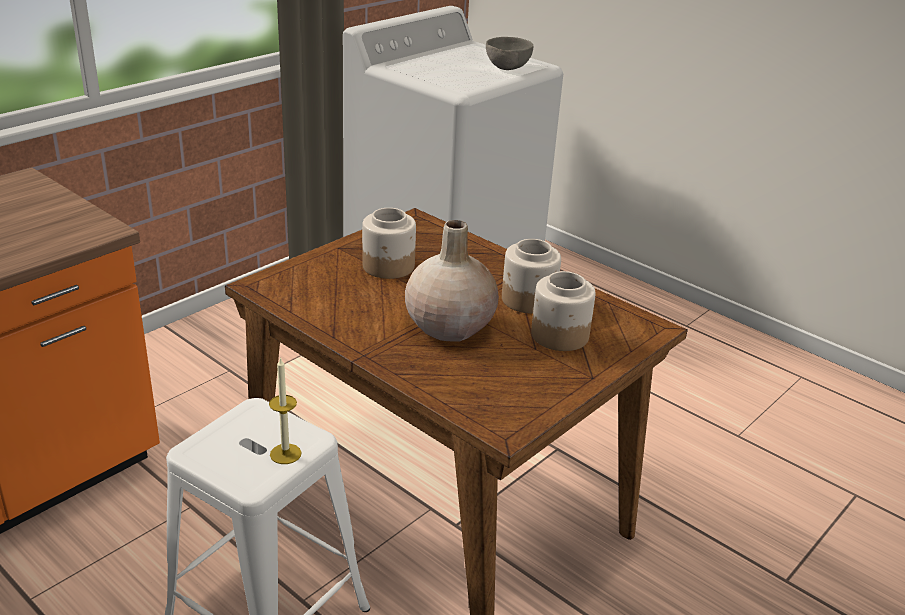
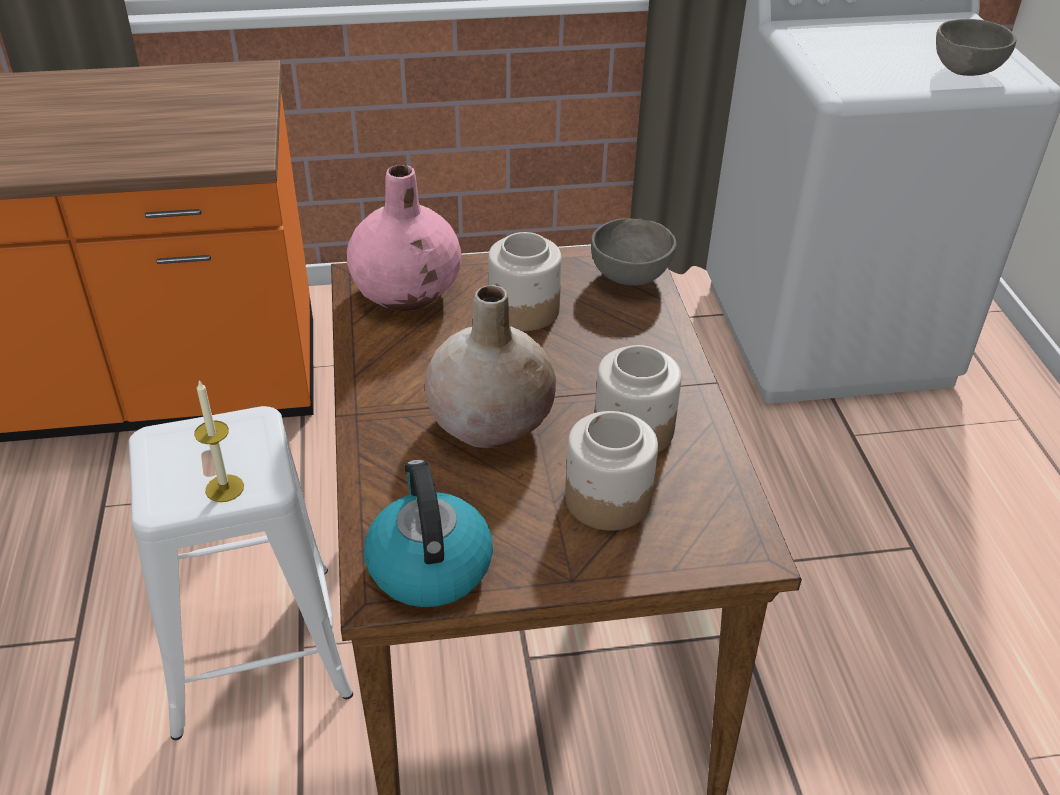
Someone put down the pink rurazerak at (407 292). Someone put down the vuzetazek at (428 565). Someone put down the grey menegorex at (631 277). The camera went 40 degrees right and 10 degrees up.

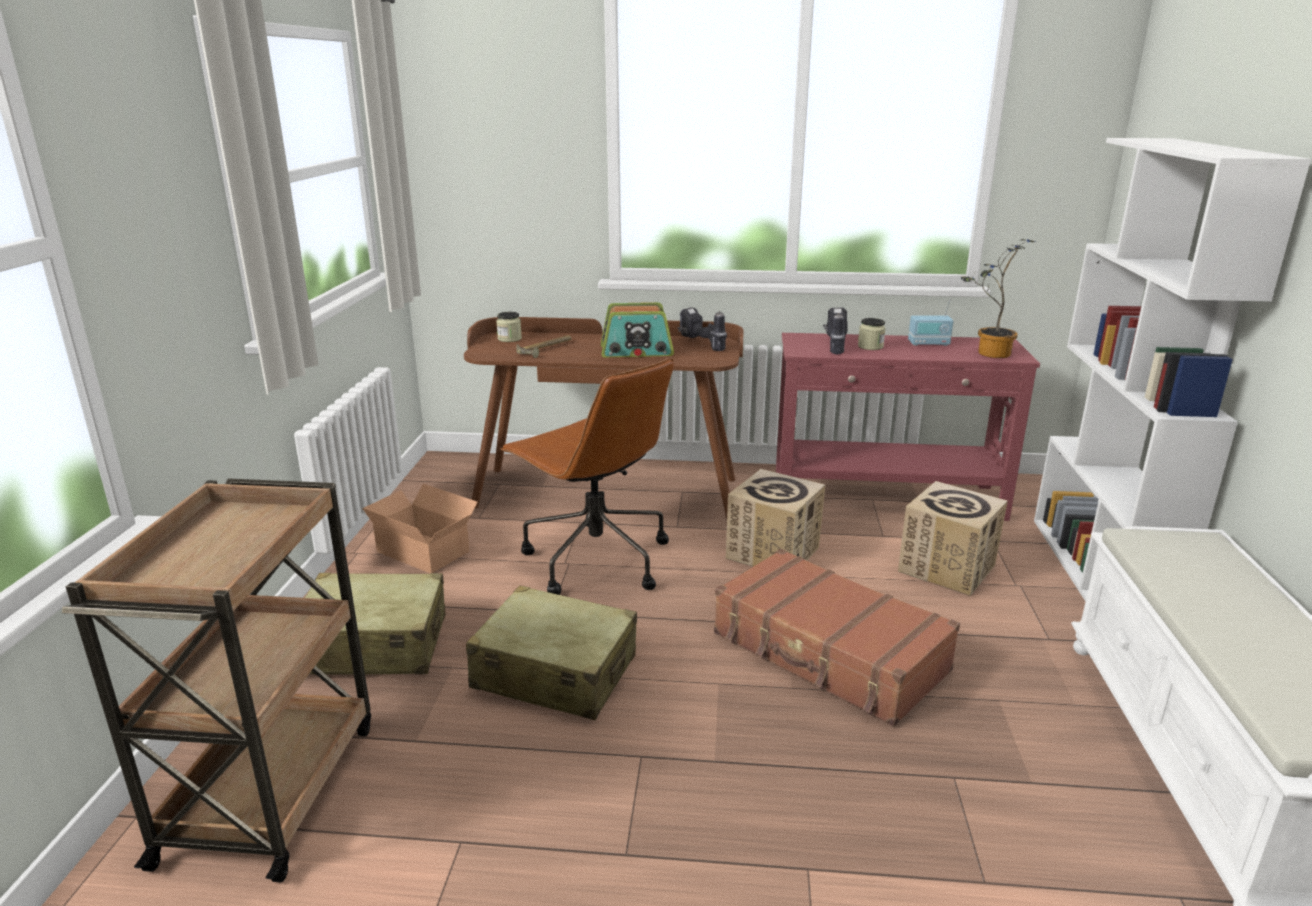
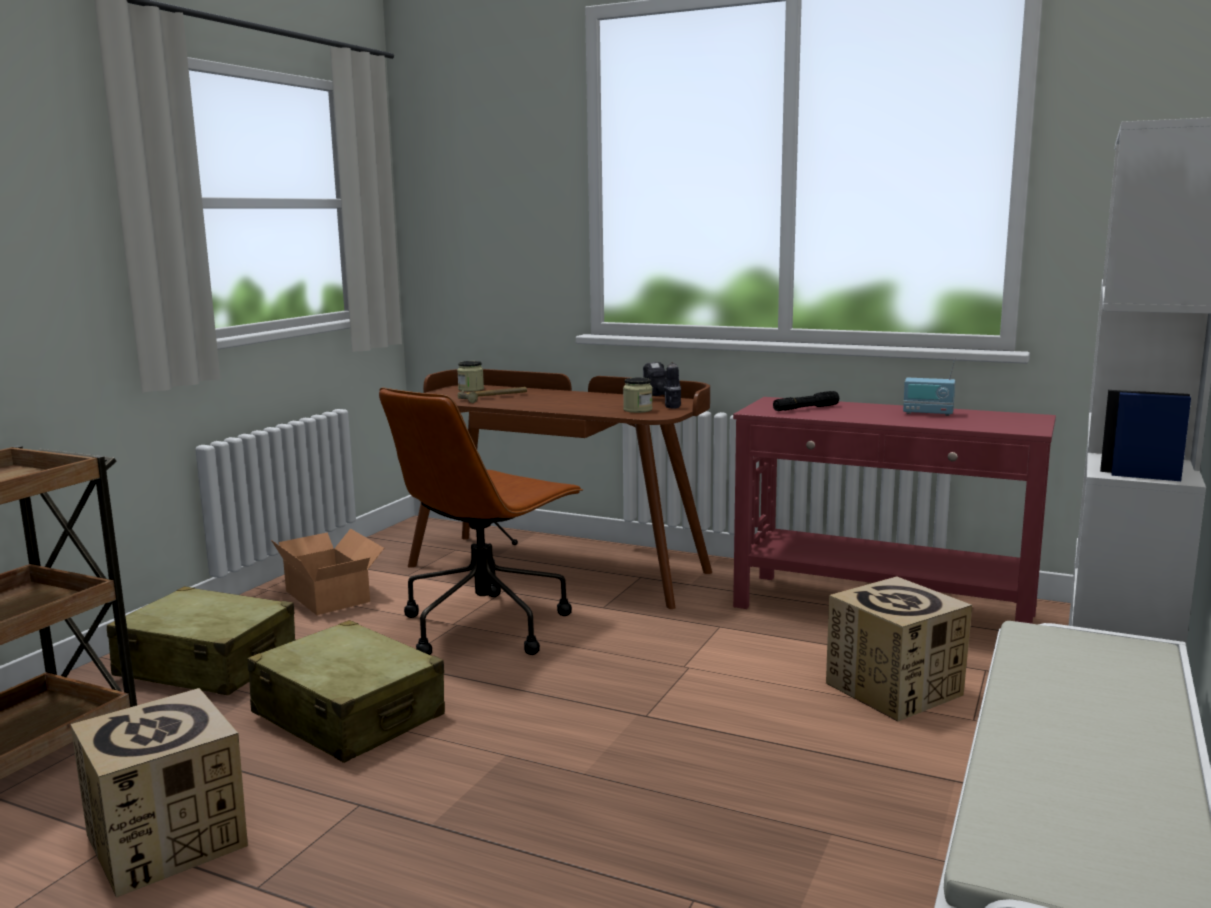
Someone carried the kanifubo from (773 552) to (167 840). Someone rotated the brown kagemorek at (595 560) by 60 degrees clockwise. Someone carried the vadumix from (870 346) to (637 410). Someone swapped the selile at (833 345) for the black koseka at (805 409). Someone took away the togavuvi at (636 351). Someone took away the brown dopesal at (828 653). Someone took away the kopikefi at (989 353). The camera went 20 degrees right and 10 degrees down.

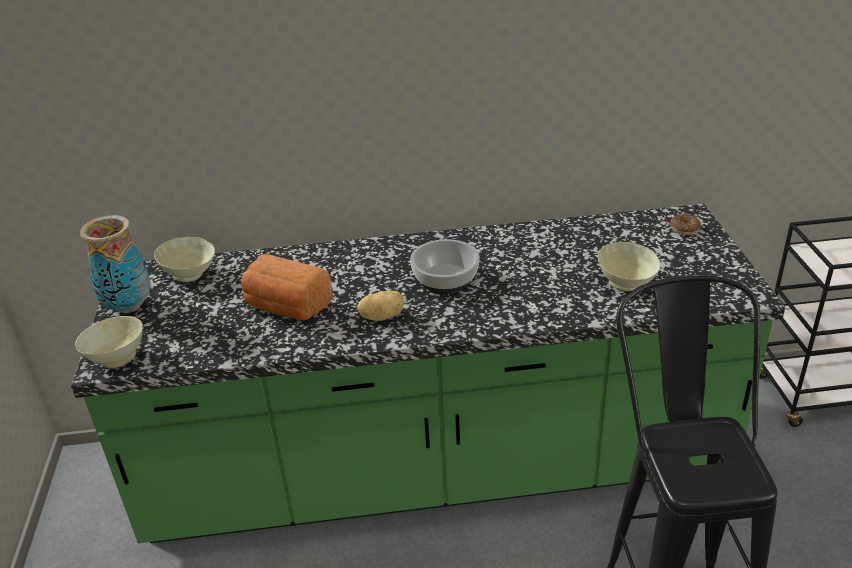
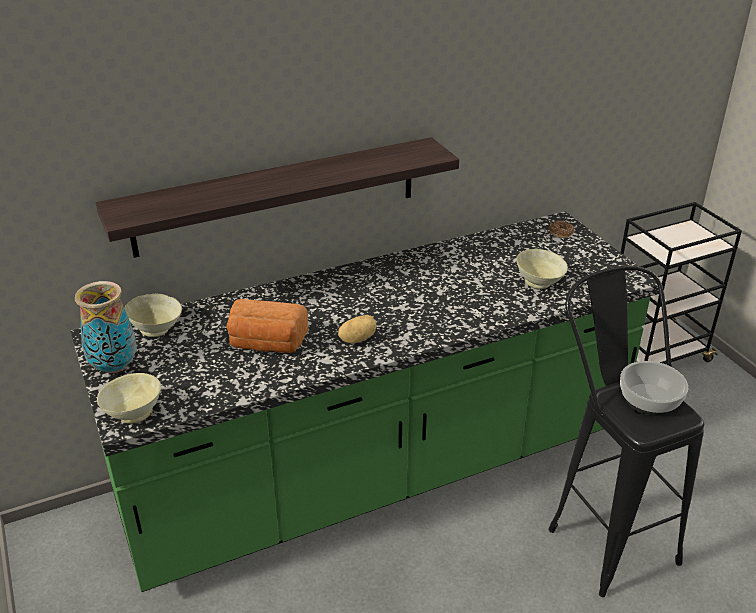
Someone put up the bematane at (277 196). Someone carried the menegorex from (445 278) to (649 399). The camera went 20 degrees left and 0 degrees up.

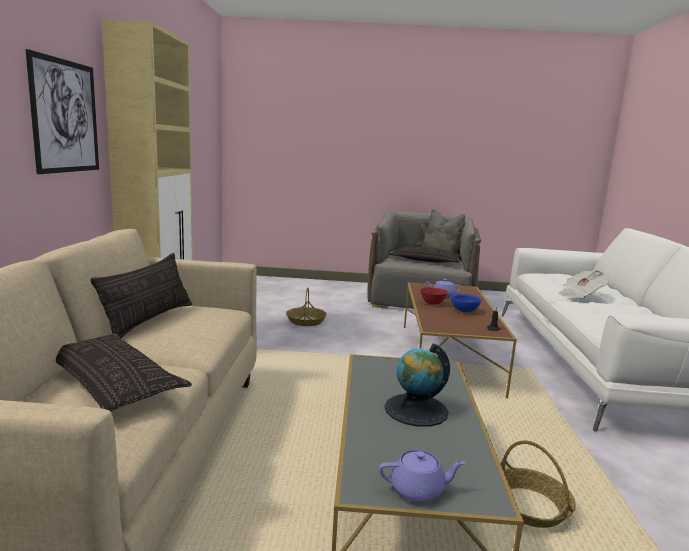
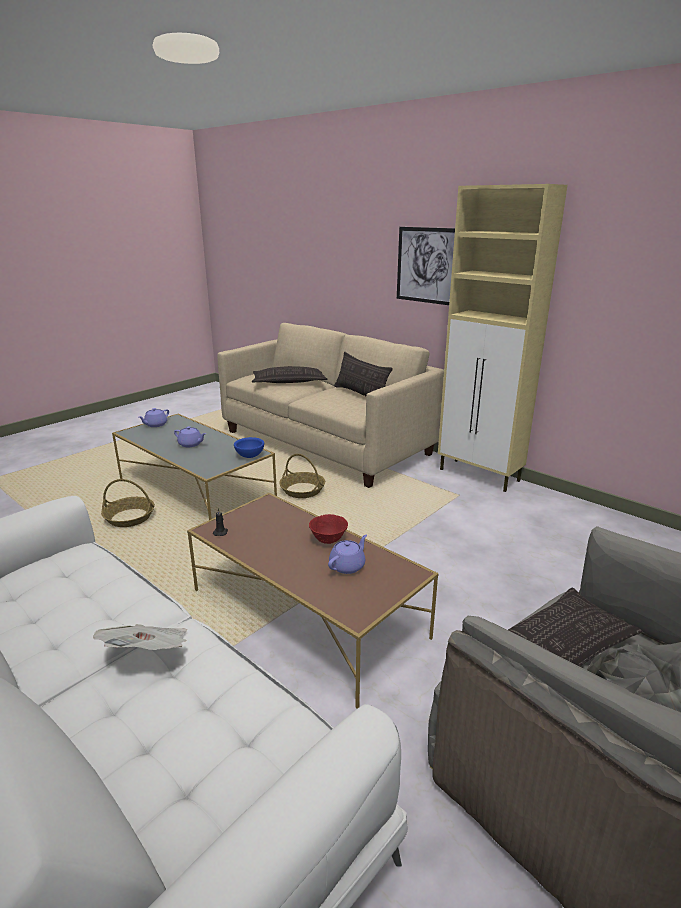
Someone swapped the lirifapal at (416 410) for the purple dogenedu at (191 444). Someone carried the blue menegorex from (464 311) to (250 456). Someone carried the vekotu from (306 321) to (302 490). The camera went 130 degrees right and 10 degrees up.

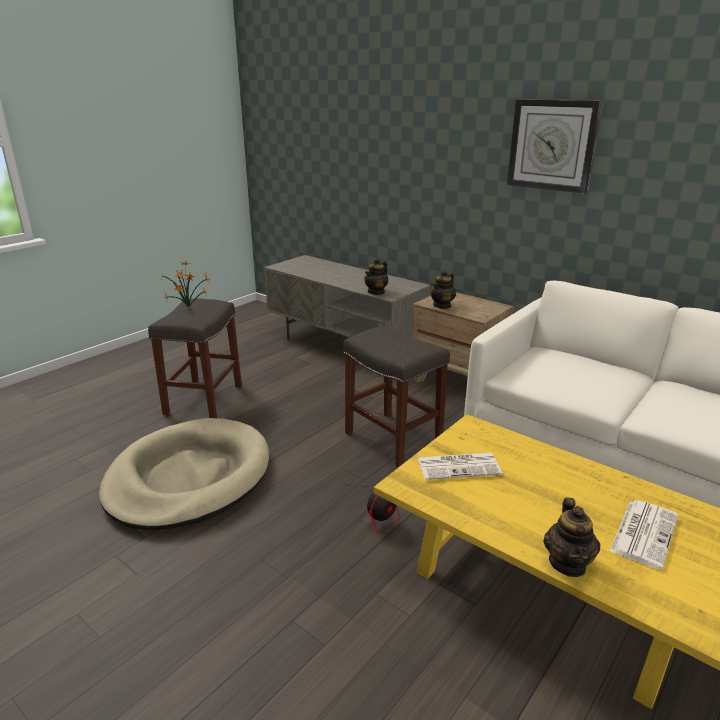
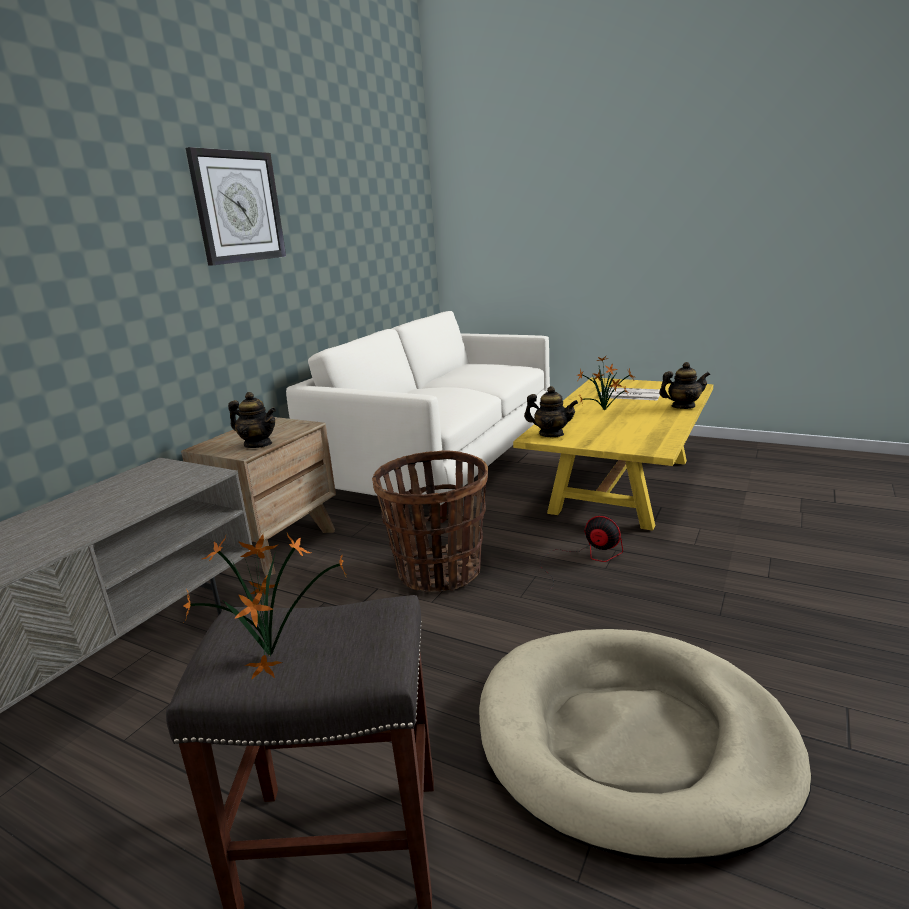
Someone swapped the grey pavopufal at (391 438) for the vekotu at (438 571). Someone carried the dogenedu from (376 292) to (551 434). Someone put down the kopikefi at (606 410). Someone took away the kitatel at (459 466). The camera went 100 degrees left and 5 degrees down.

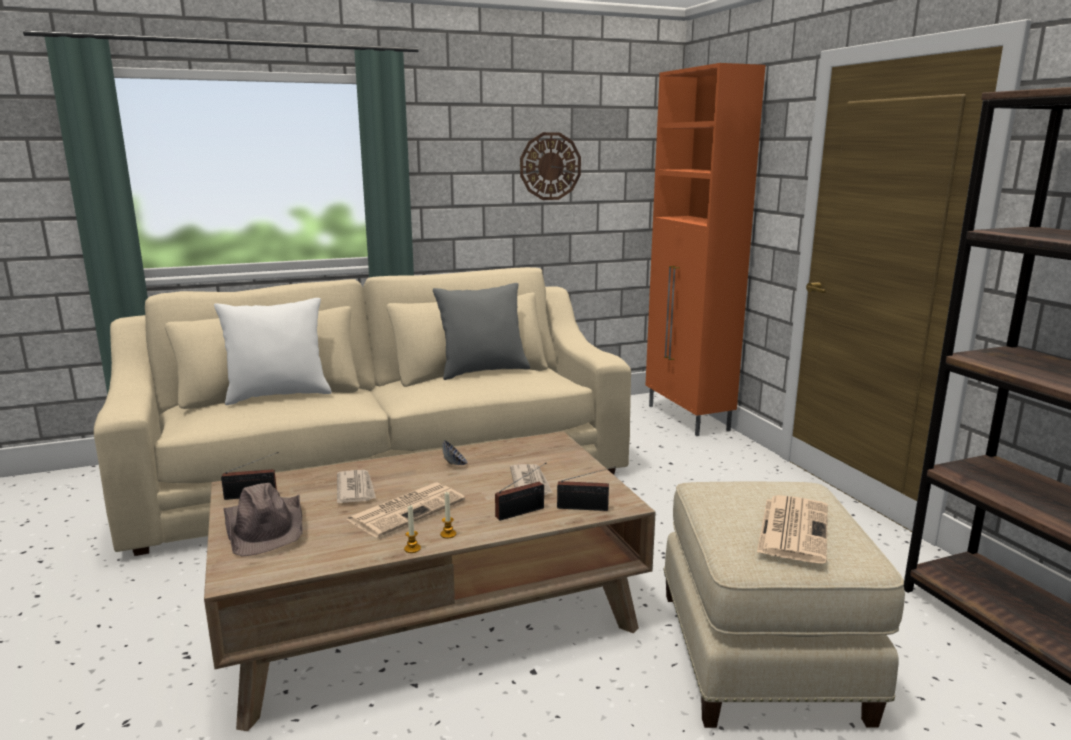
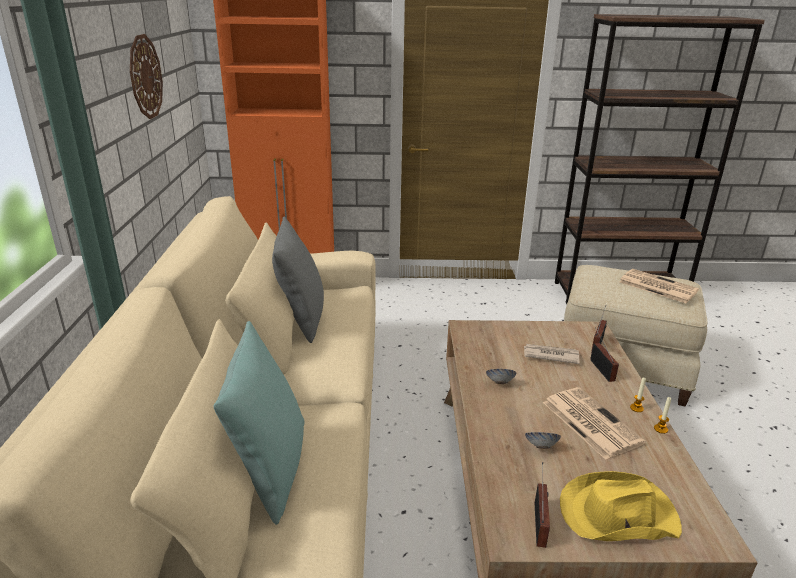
Someone repainted the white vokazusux at (278 395), which became the turquoise vokazusux at (270 469). Someone swapped the kitatel at (356 489) for the menegorex at (541 446). Someone repainted the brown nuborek at (266 526), which became the yellow nuborek at (616 514). The camera went 70 degrees left and 10 degrees up.

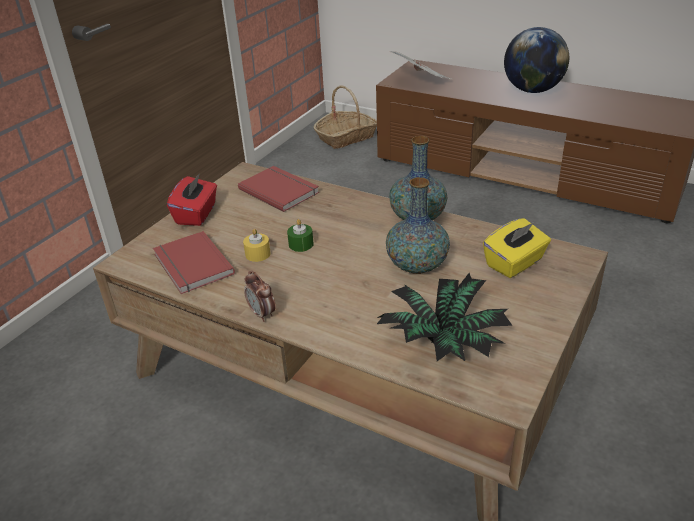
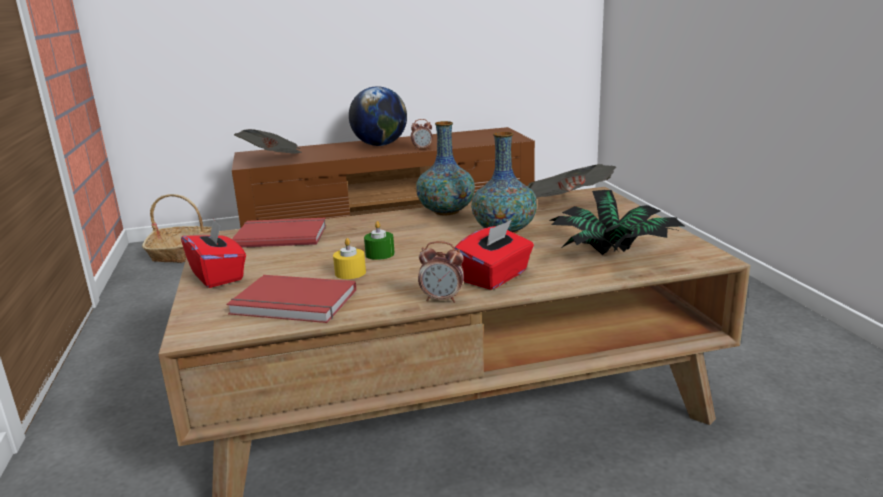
Someone put down the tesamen at (422 149). Someone put down the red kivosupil at (495 277). Someone swapped the yellow kivosupil at (515 263) for the kitatel at (566 207). The camera went 45 degrees left and 15 degrees down.

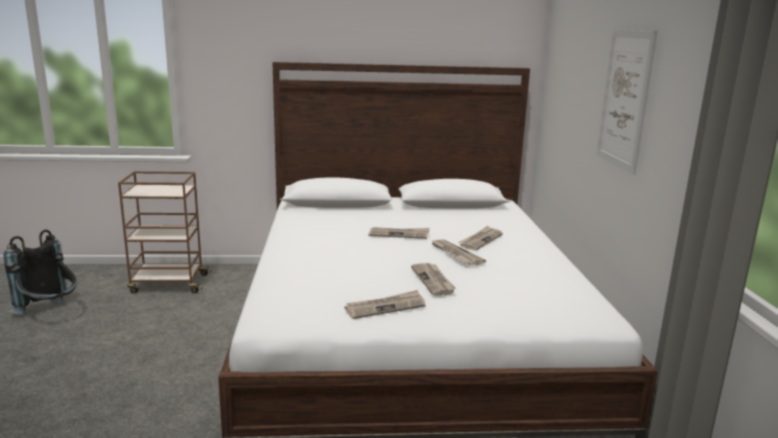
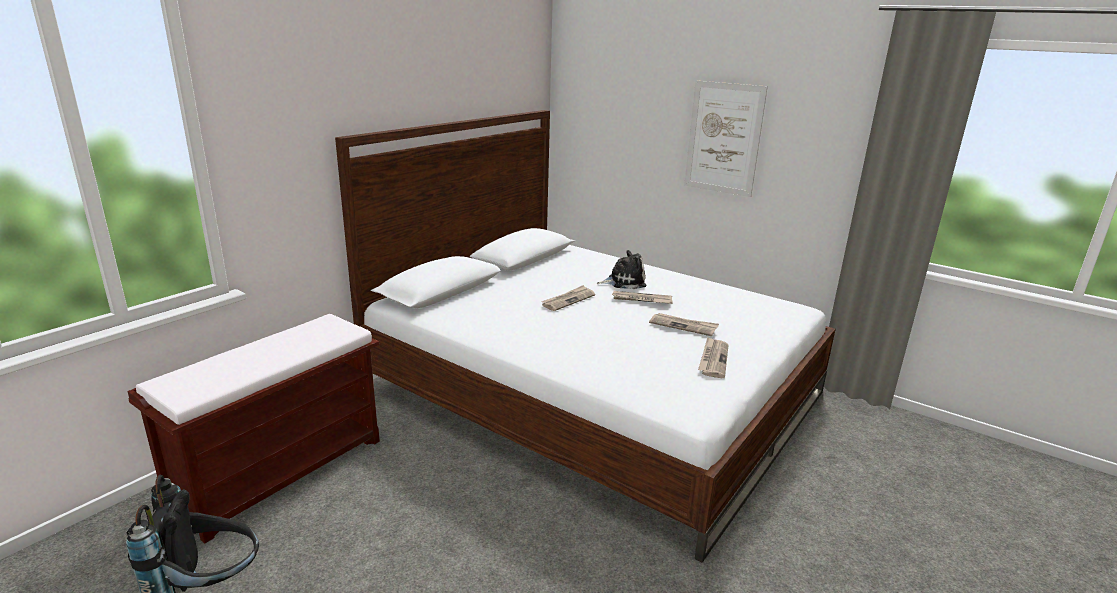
Someone swapped the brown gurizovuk at (168 284) for the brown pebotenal at (282 471). Someone swapped the kitatel at (480 240) for the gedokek at (624 282). The camera went 50 degrees left and 5 degrees up.

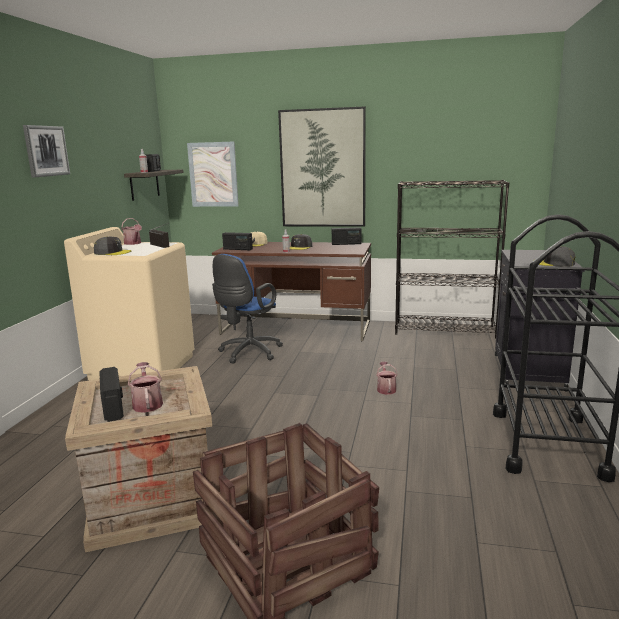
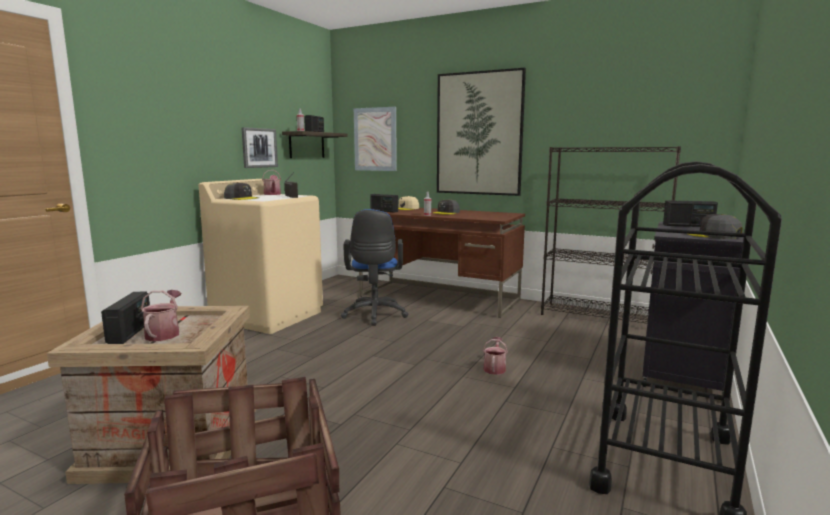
Someone carried the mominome from (46 151) to (259 148). Someone rotated the blue kagemorek at (248 353) by 45 degrees counterclockwise. Someone carried the togavuvi from (346 244) to (688 225). The camera went 15 degrees right and 5 degrees down.

